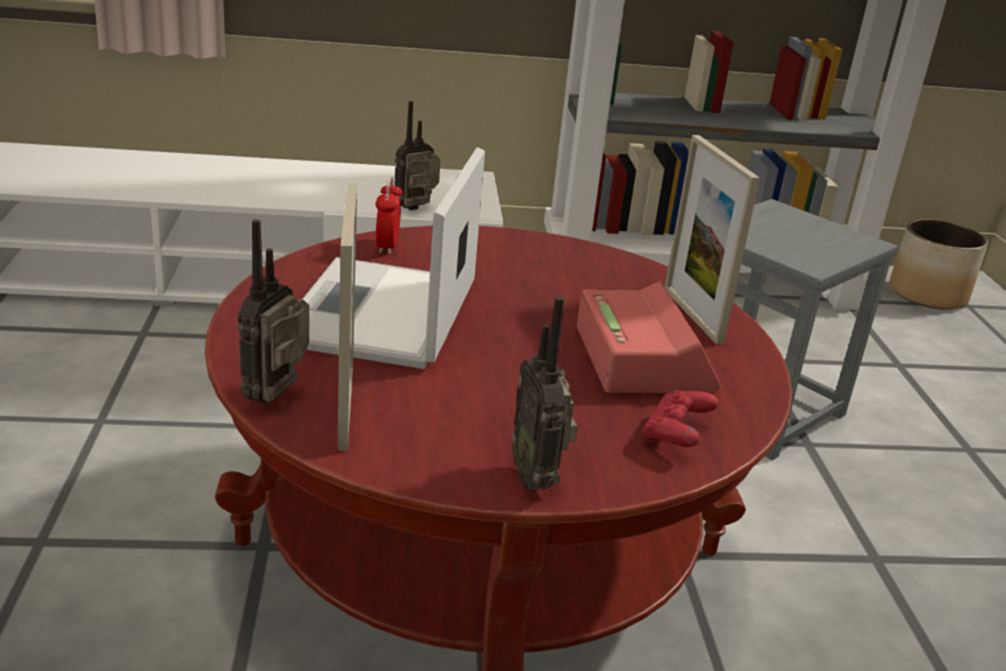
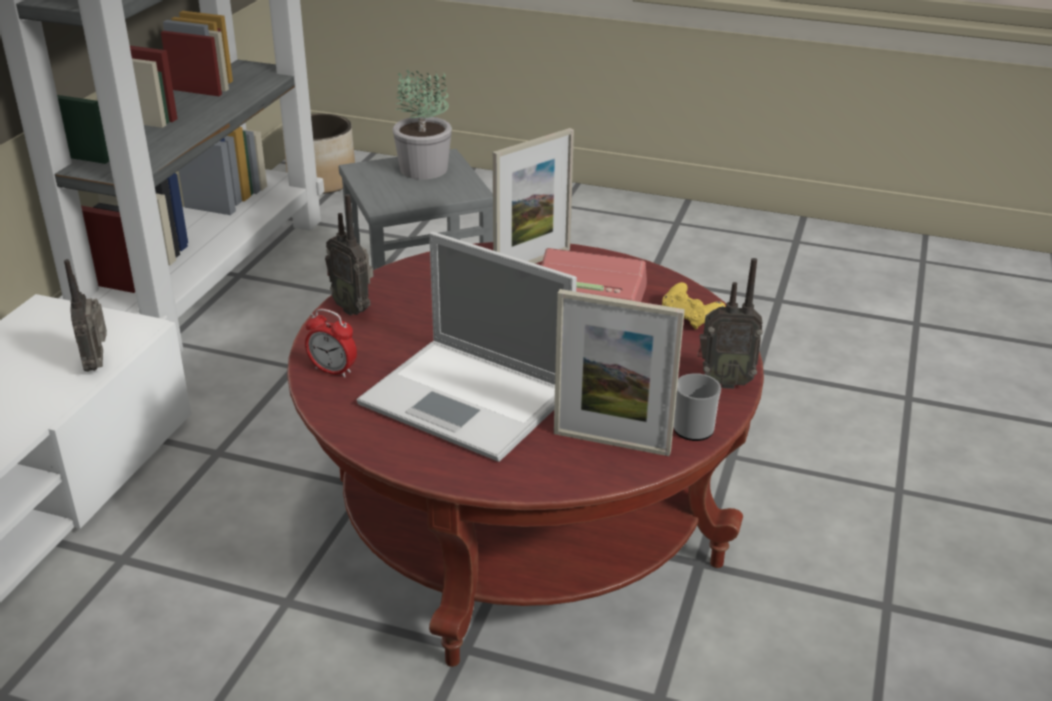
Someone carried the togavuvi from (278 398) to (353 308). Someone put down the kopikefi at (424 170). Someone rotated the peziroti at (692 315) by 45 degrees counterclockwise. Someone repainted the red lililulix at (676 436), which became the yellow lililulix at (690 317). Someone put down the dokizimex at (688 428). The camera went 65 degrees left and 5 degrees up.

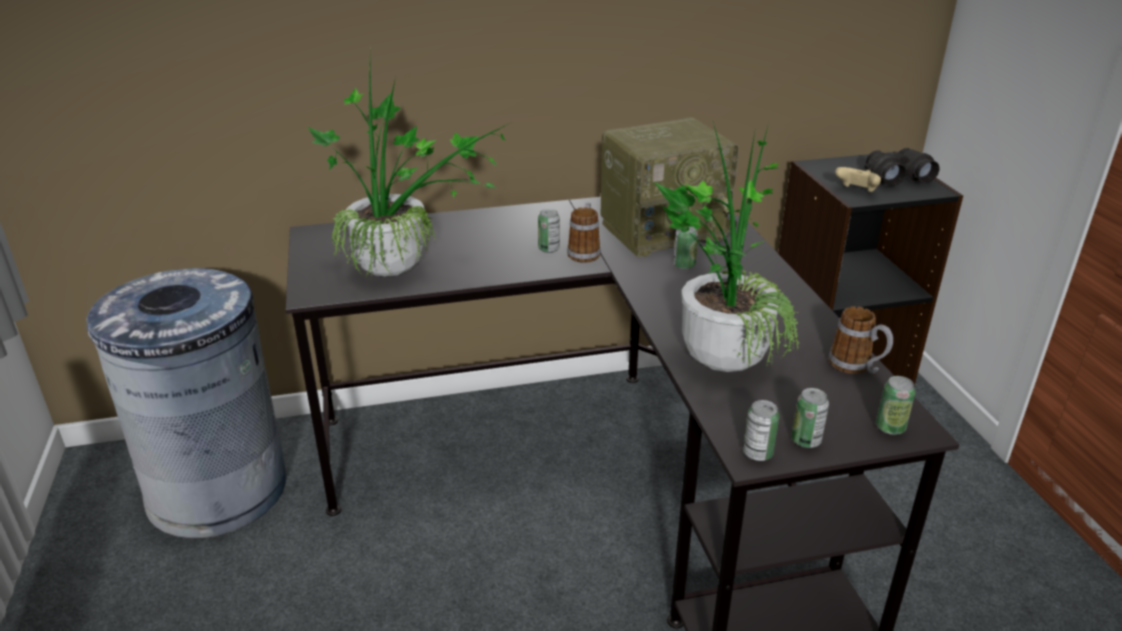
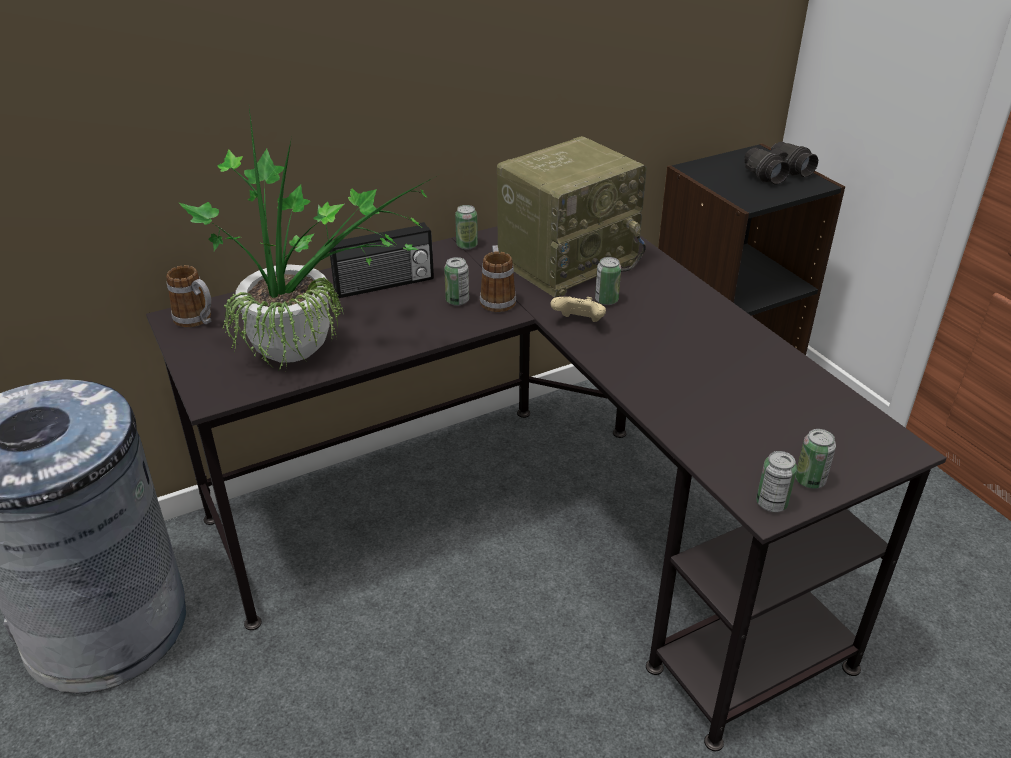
Someone carried the dokizimex from (856 367) to (197 320). Someone put down the togavuvi at (384 285). Someone carried the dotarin from (890 427) to (467 245). Someone carried the beige lililulix from (856 191) to (579 323). Someone took away the kopikefi at (721 350). The camera went 15 degrees left and 5 degrees up.

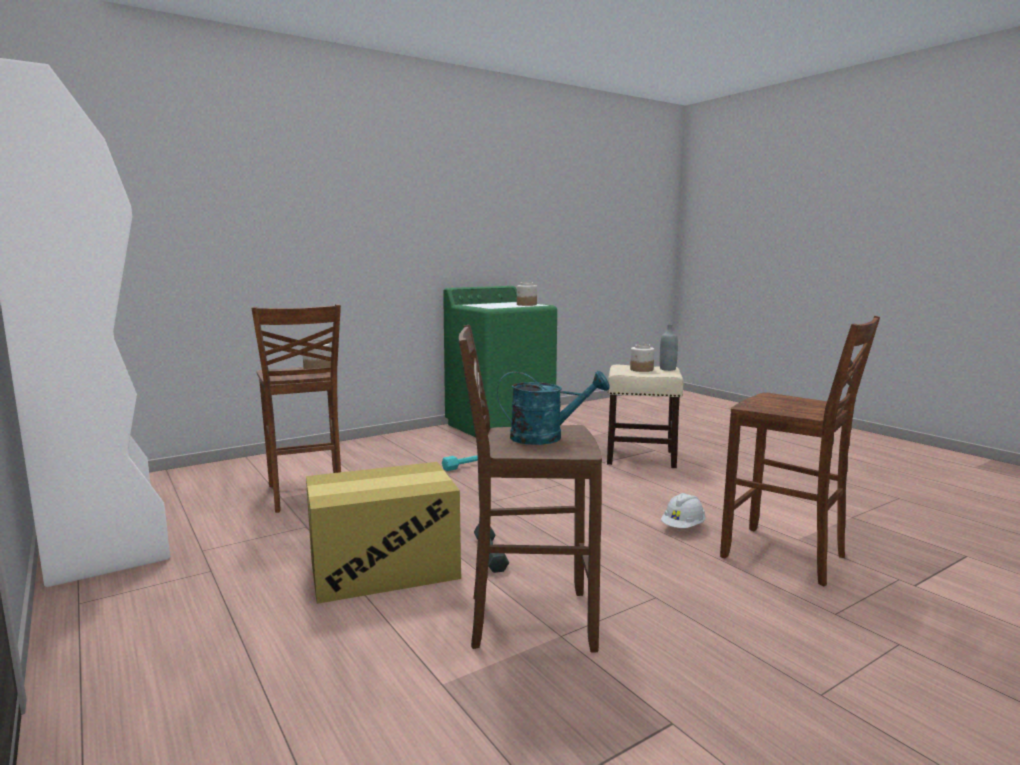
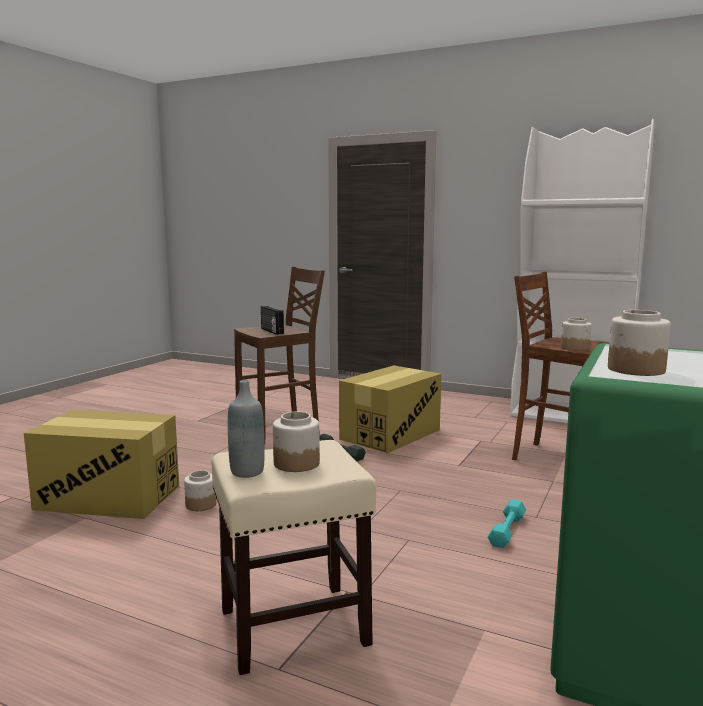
Someone swapped the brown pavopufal at (786 557) for the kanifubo at (108 497). Someone swapped the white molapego at (683 527) for the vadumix at (200 505). Someone swapped the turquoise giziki at (546 437) for the togavuvi at (271 331). The camera went 150 degrees right and 0 degrees up.

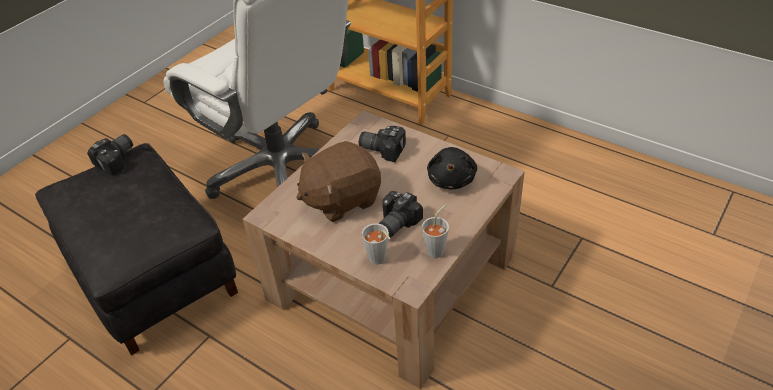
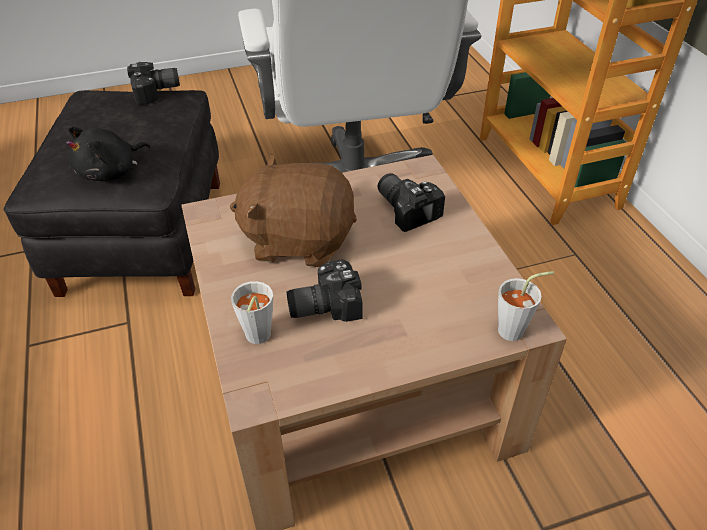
Someone carried the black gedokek from (451 179) to (111 172). Someone carried the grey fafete from (438 249) to (516 330). The camera went 35 degrees right and 0 degrees up.

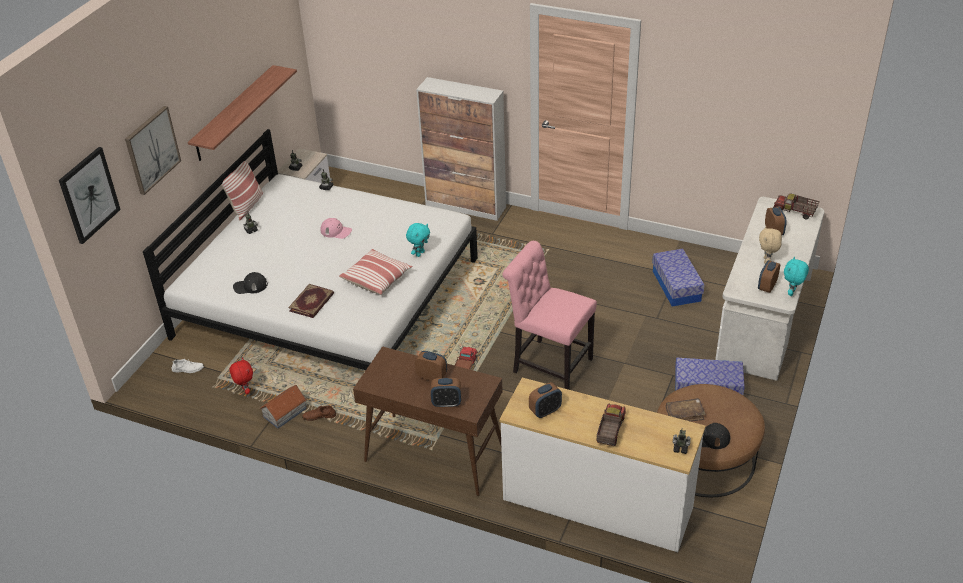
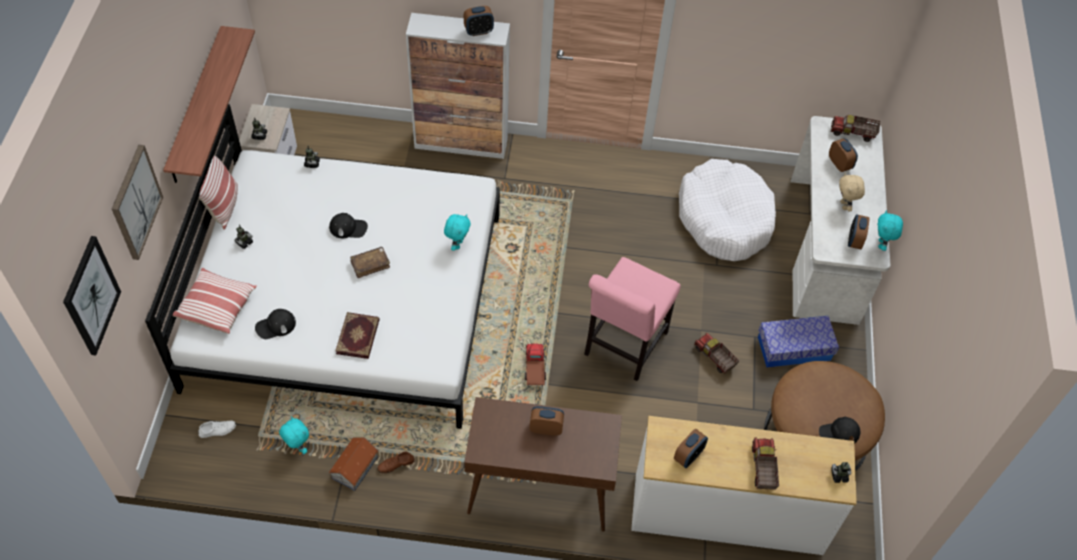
Someone carried the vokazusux from (377 279) to (217 307). Someone repainted the red gedokek at (245 390), which became the turquoise gedokek at (297 447). Someone repainted the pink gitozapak at (336 231), which became the black gitozapak at (348 228). Someone carried the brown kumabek from (684 414) to (370 264). Someone carried the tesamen from (446 403) to (478 31). Someone rotated the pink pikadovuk at (549 364) by 75 degrees counterclockwise. Someone swapped the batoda at (676 286) for the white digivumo at (724 218). Someone put down the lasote at (714 358). The camera went 20 degrees left and 15 degrees up.

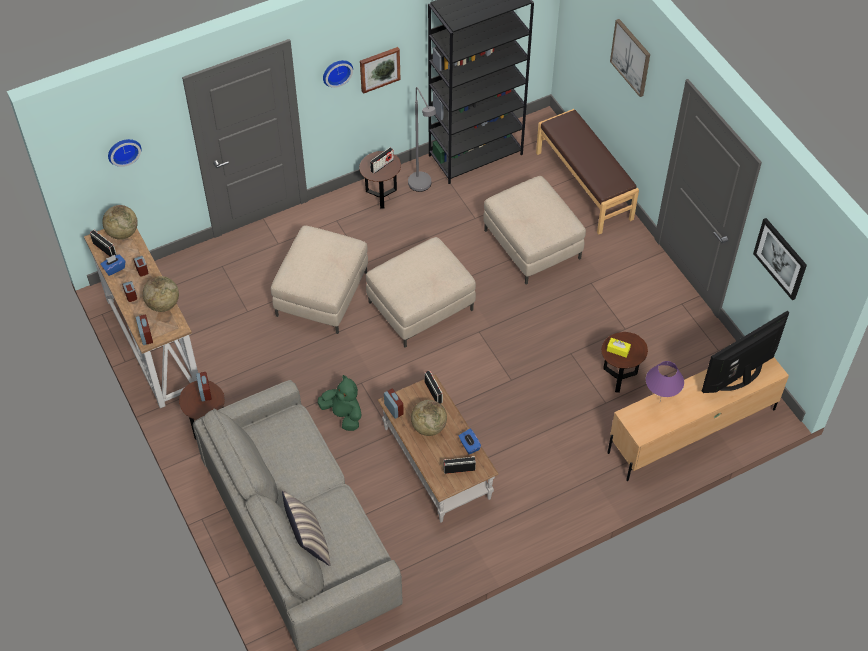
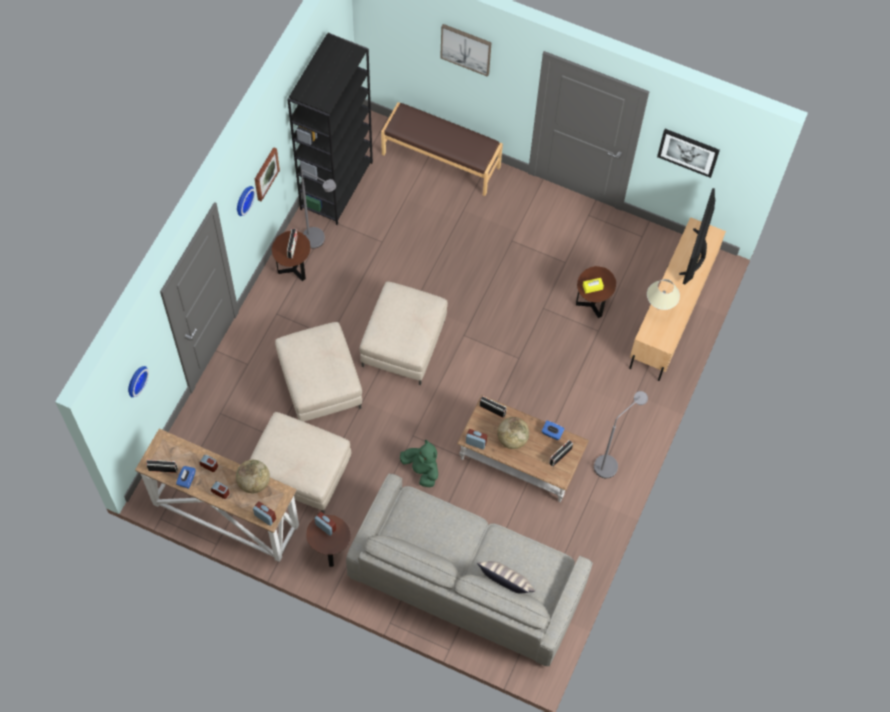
Someone carried the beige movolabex from (532 244) to (301 471). Someone rotated the green gedokek at (343 415) by 45 degrees clockwise. Someone put down the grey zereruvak at (610 462). Someone repainted the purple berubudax at (659 402), which became the beige berubudax at (658 310). Someone took away the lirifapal at (122 233). The camera went 40 degrees left and 10 degrees up.

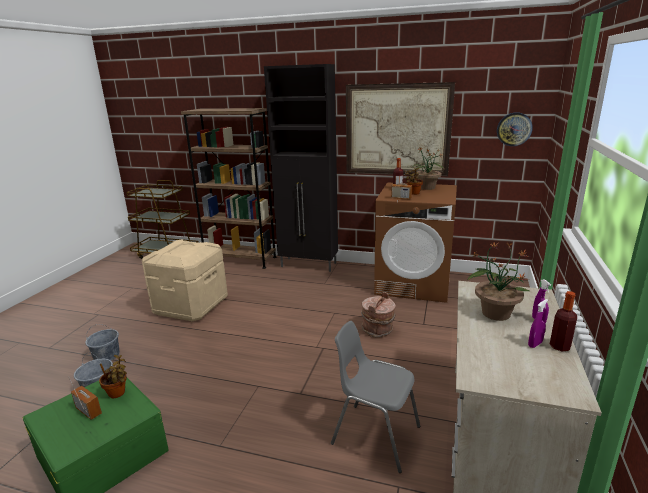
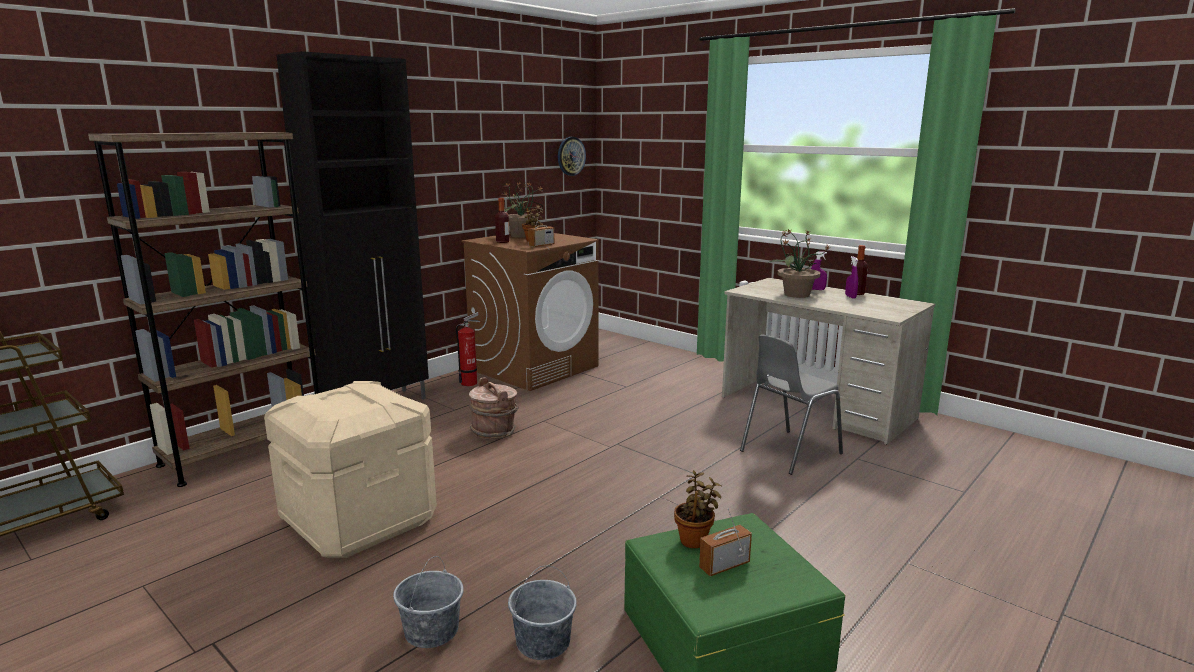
Someone put down the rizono at (471 382). Someone carried the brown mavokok from (378 330) to (494 431). Someone took away the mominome at (397 130). The camera went 65 degrees left and 5 degrees down.

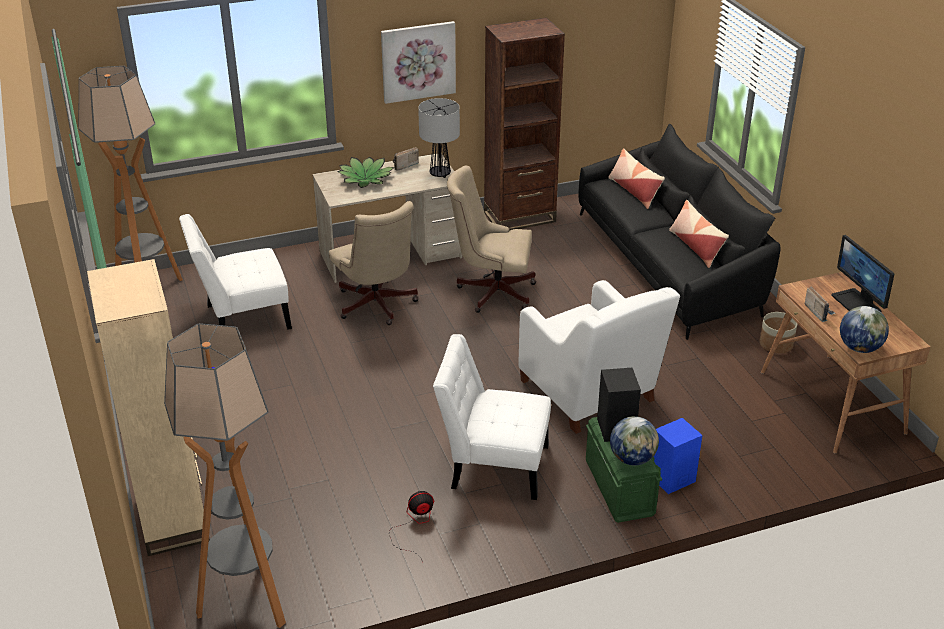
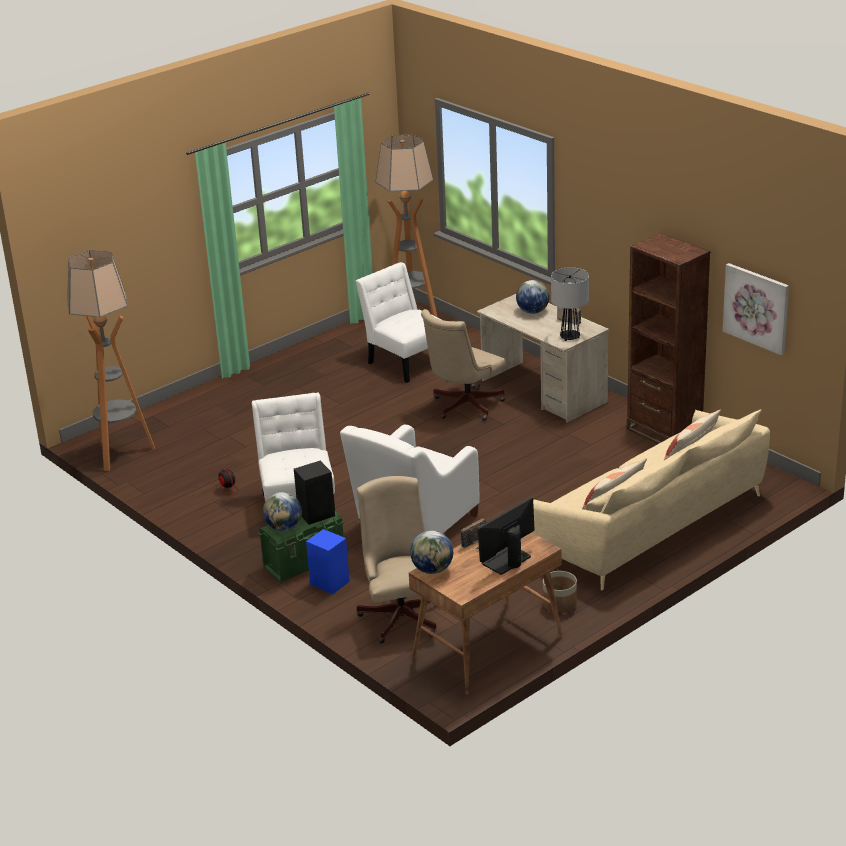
Someone carried the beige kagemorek from (491 291) to (402 614). Someone swapped the kopikefi at (365 179) for the lirifapal at (532 311). Someone repainted the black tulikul at (669 264), which became the beige tulikul at (652 524). Someone carried the mominome from (418 61) to (757 308). Someone took away the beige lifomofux at (173 518). The camera went 70 degrees right and 5 degrees down.

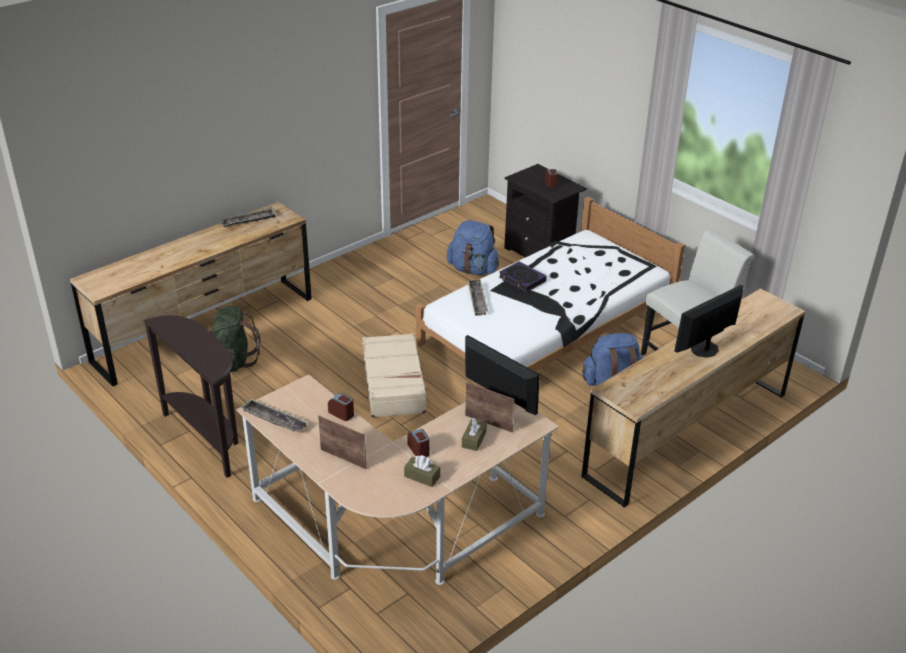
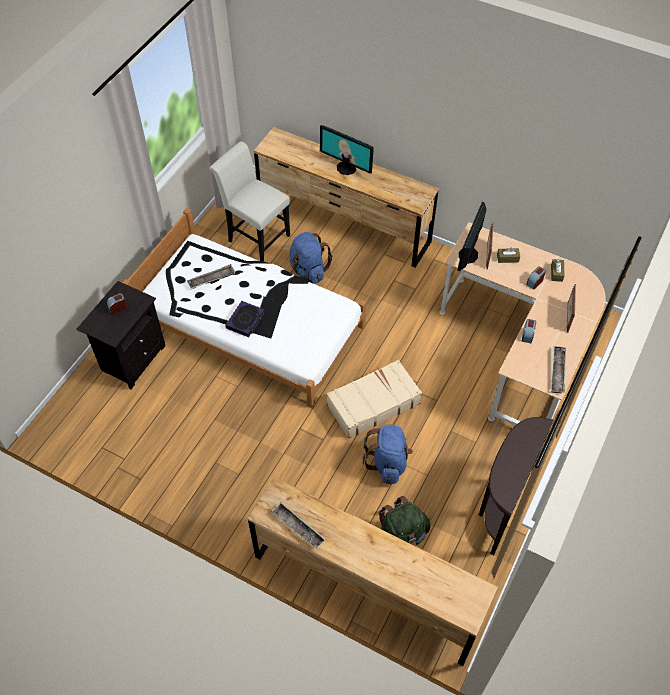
Someone carried the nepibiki from (477 300) to (211 279). Someone carried the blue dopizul from (473 269) to (388 462). The camera went 110 degrees left and 20 degrees up.

